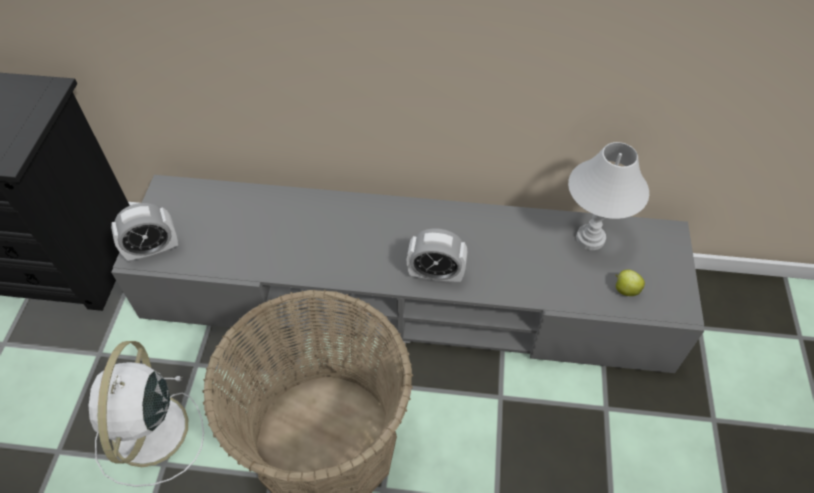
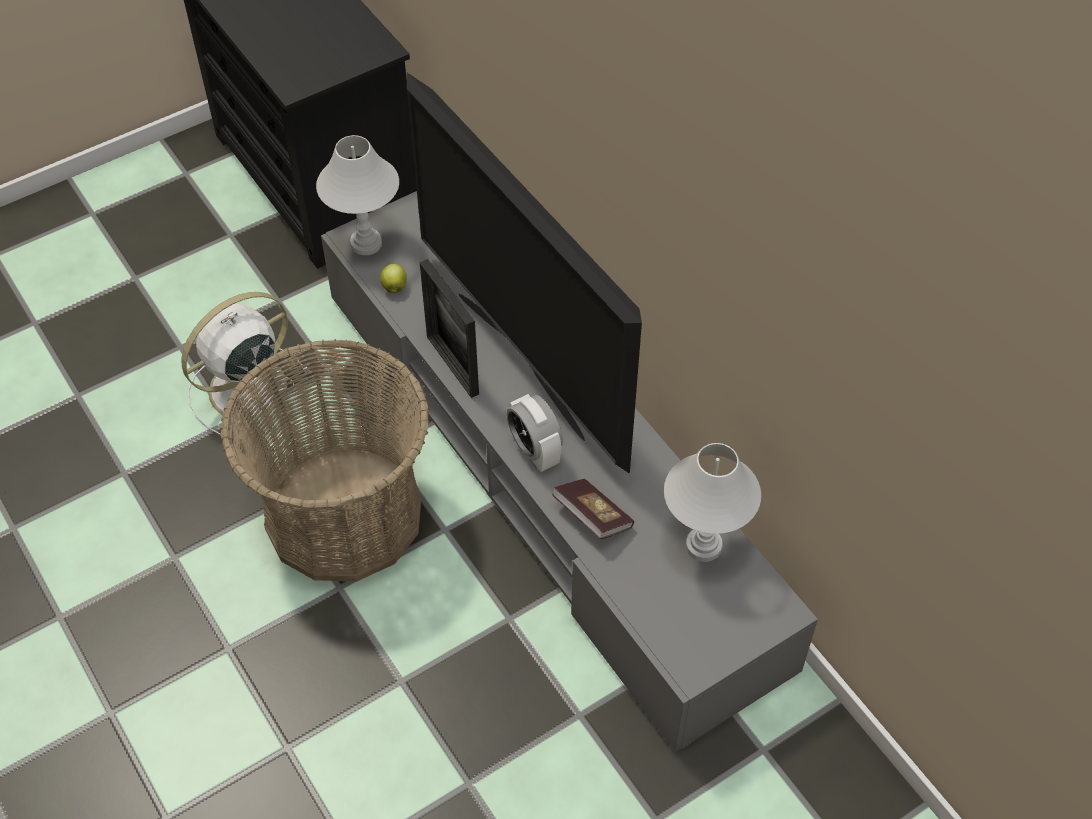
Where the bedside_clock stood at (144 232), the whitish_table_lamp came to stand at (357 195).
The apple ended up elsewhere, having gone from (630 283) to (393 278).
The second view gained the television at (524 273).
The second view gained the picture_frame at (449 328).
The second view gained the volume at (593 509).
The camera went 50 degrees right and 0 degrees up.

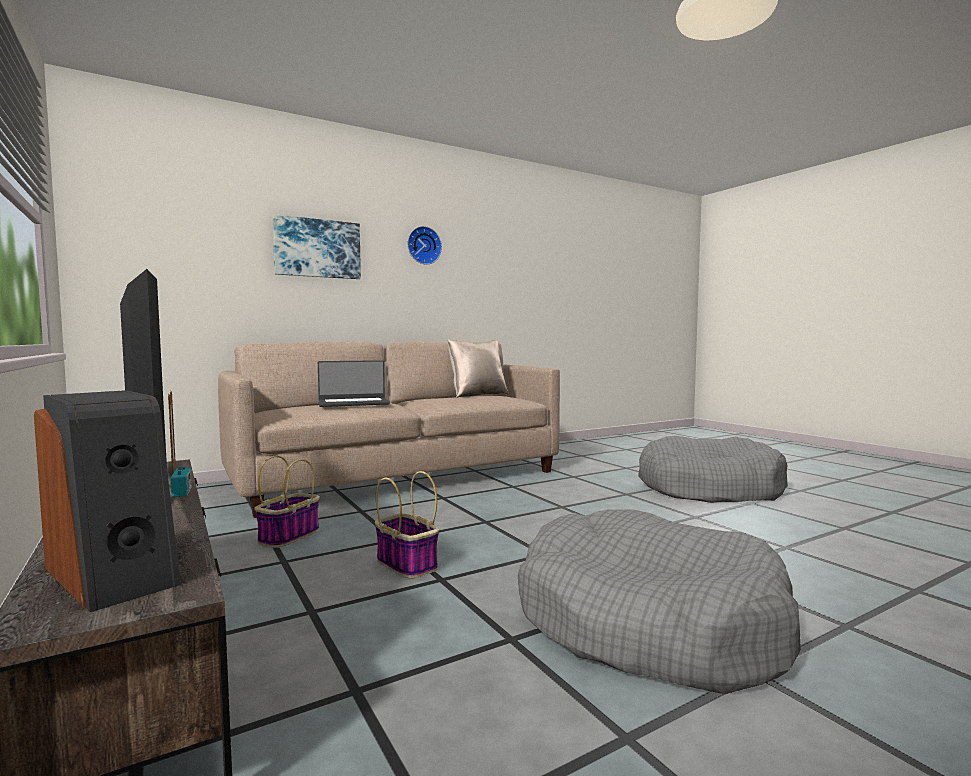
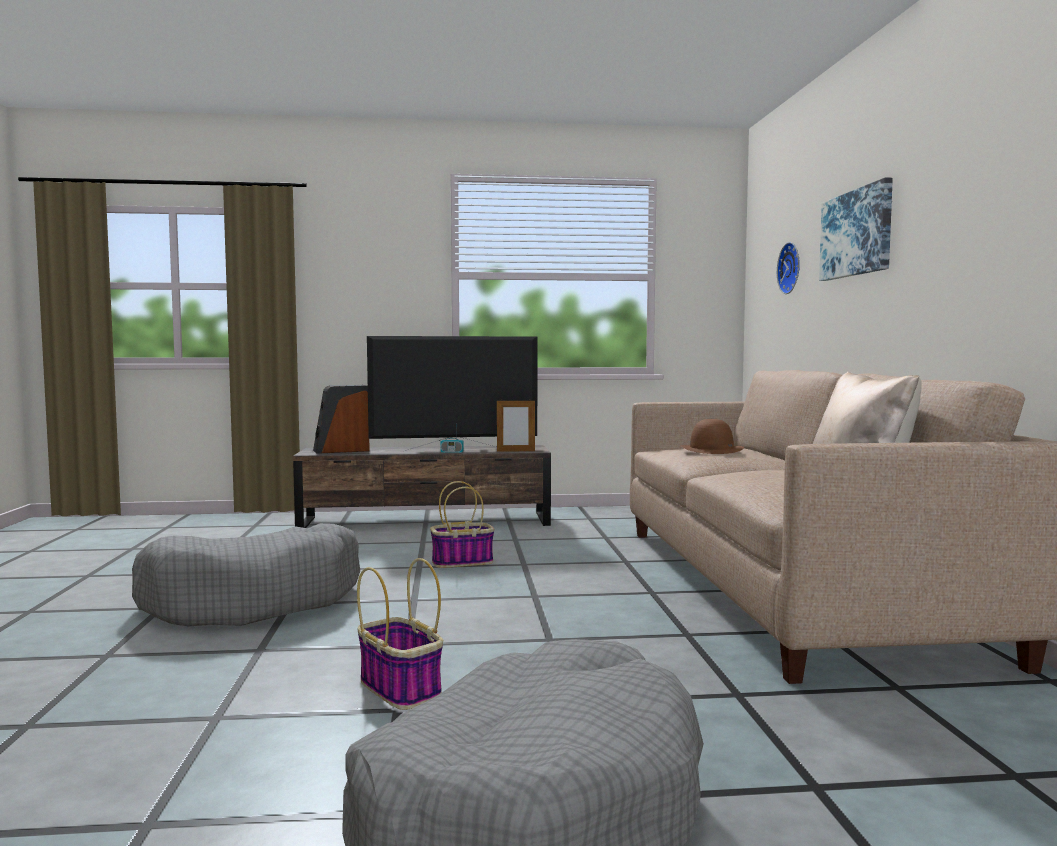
The basket ended up elsewhere, having gone from (287 502) to (400 634).
Where the laptop stood at (354 383), the brownish_hat came to stand at (712 436).
The hanging_clock ended up elsewhere, having gone from (424 245) to (788 268).
The camera went 115 degrees right and 0 degrees up.

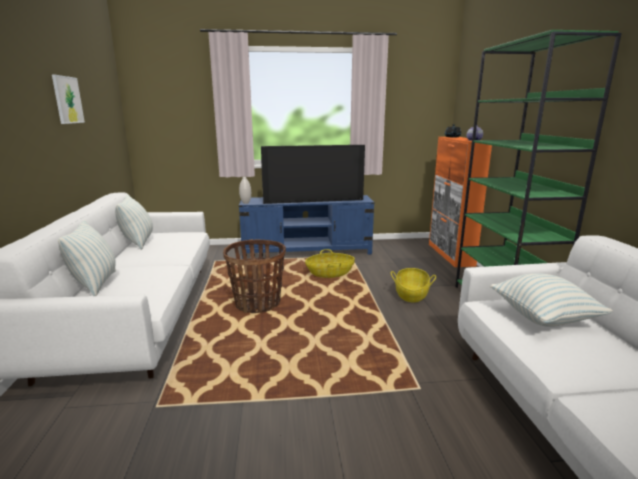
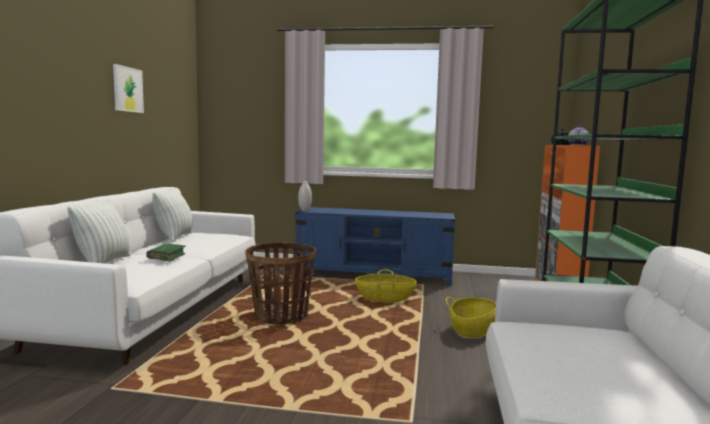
The second view lost the television at (313 174).
The second view lost the cushion at (551 300).
The second view gained the green_volume at (166 253).
The camera went 15 degrees right and 10 degrees down.

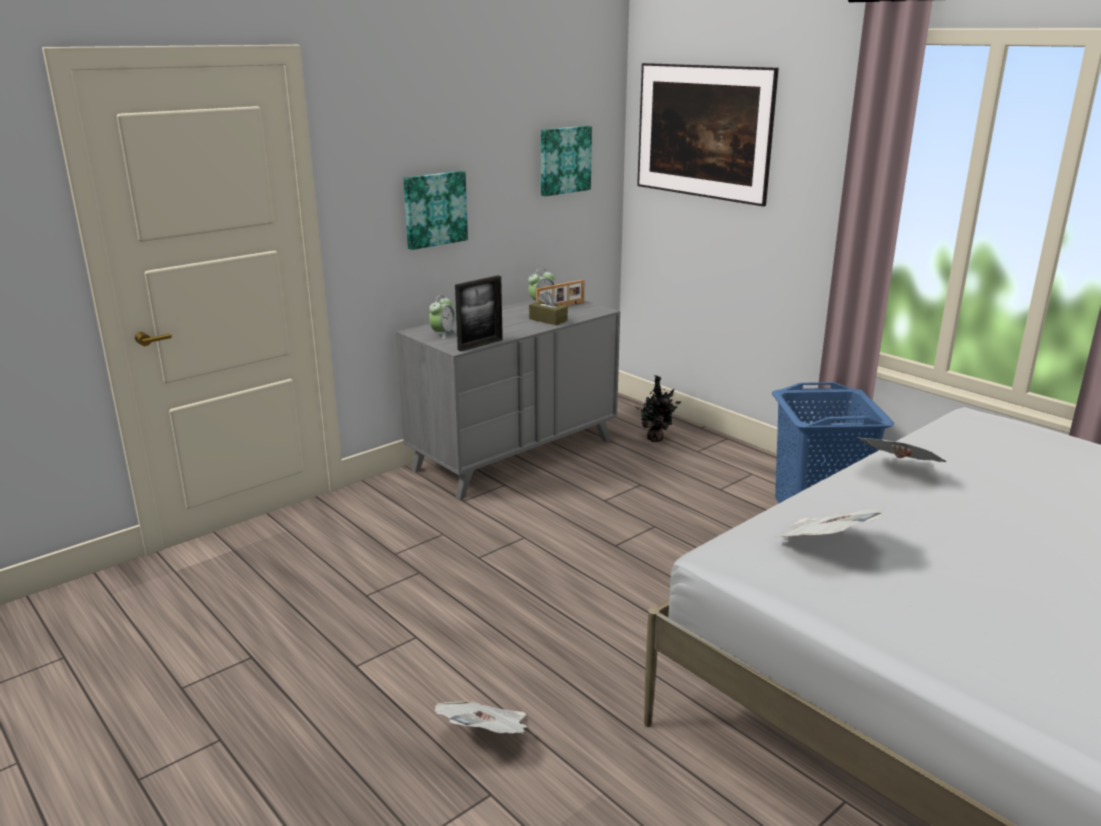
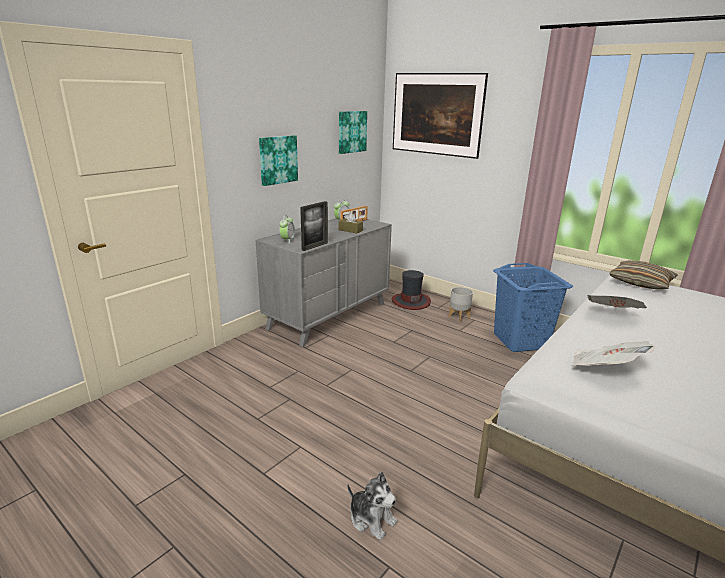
Where the daily_paper stood at (481 717), the plush_toy came to stand at (372 506).
Where the plant_in_a_pot stood at (658 408), the hat came to stand at (411 290).
The second view gained the grey_plant_pot at (460 304).
The second view gained the cushion at (643 274).
The camera went 10 degrees left and 0 degrees up.

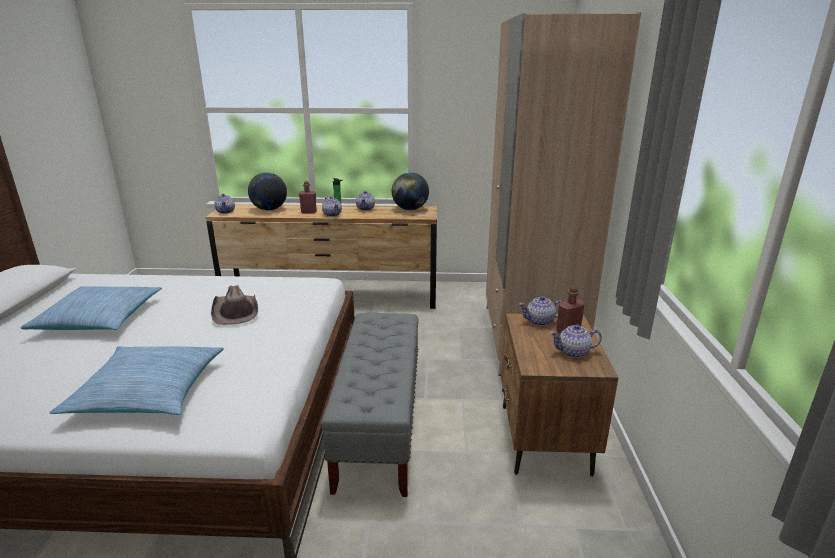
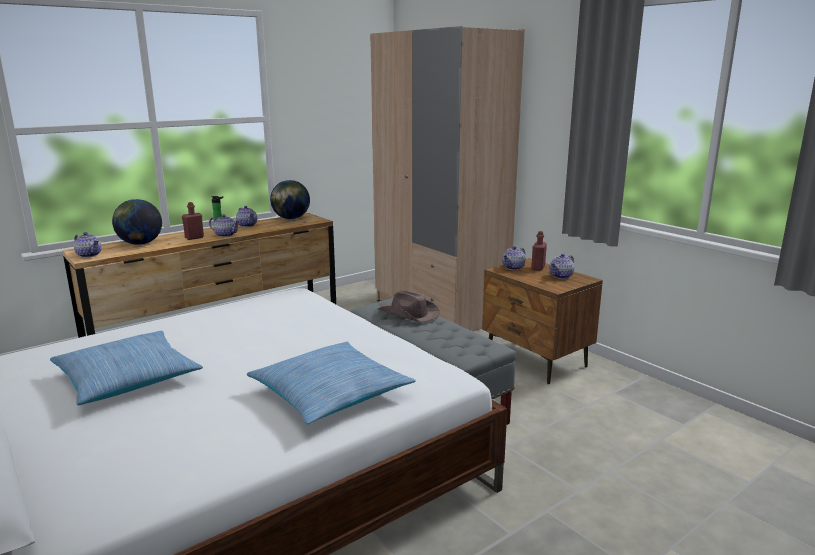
The brownish_hat ended up elsewhere, having gone from (234 305) to (408 306).
The camera went 40 degrees left and 5 degrees down.

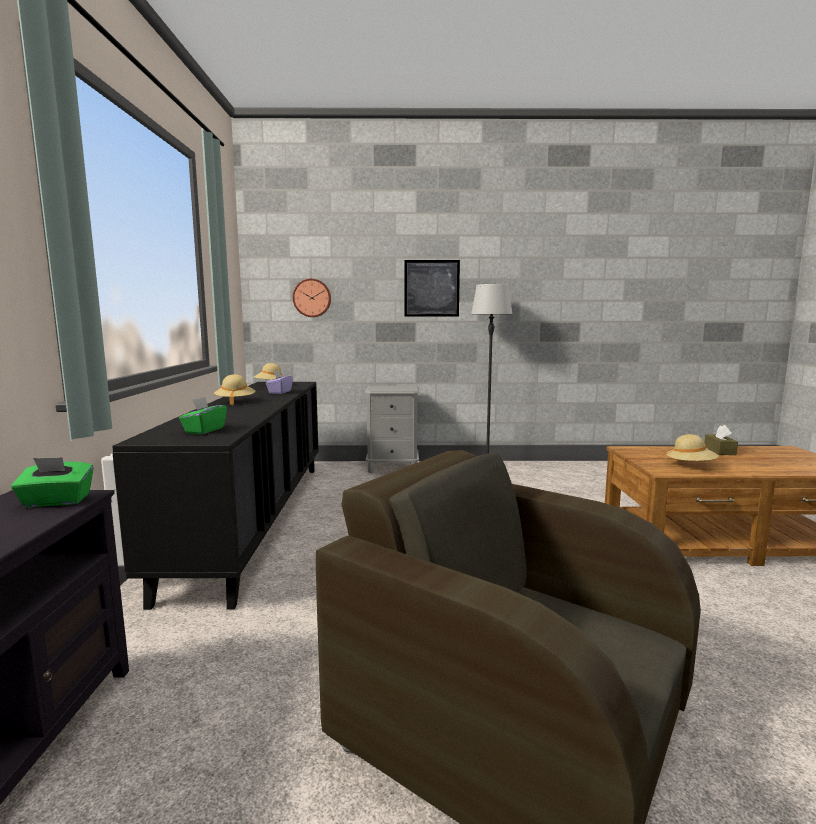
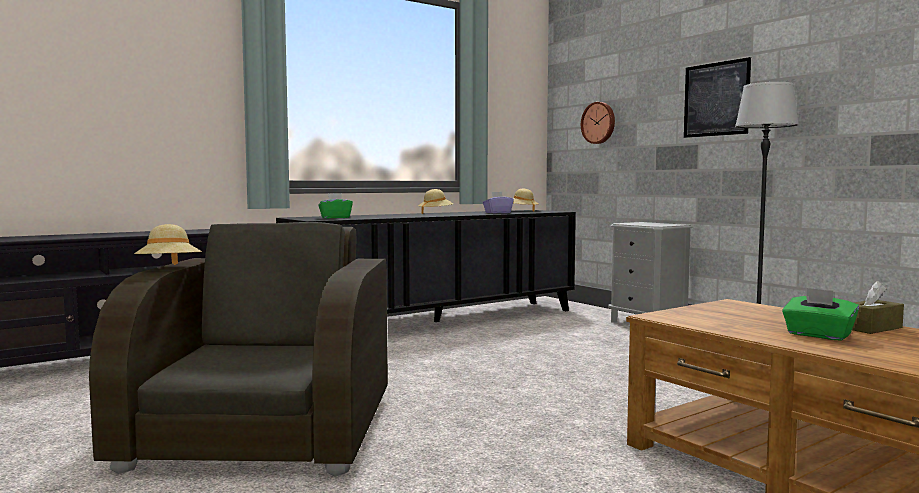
The green_tissue_box ended up elsewhere, having gone from (52 482) to (820 314).
The beige-coloured_hat ended up elsewhere, having gone from (691 448) to (168 244).
The camera went 55 degrees right and 5 degrees down.

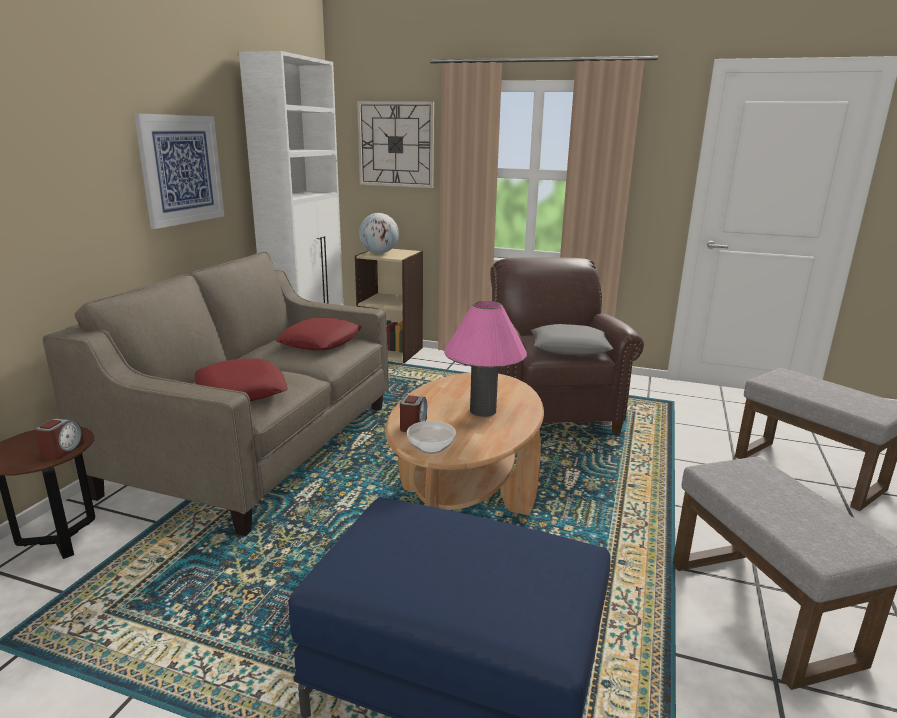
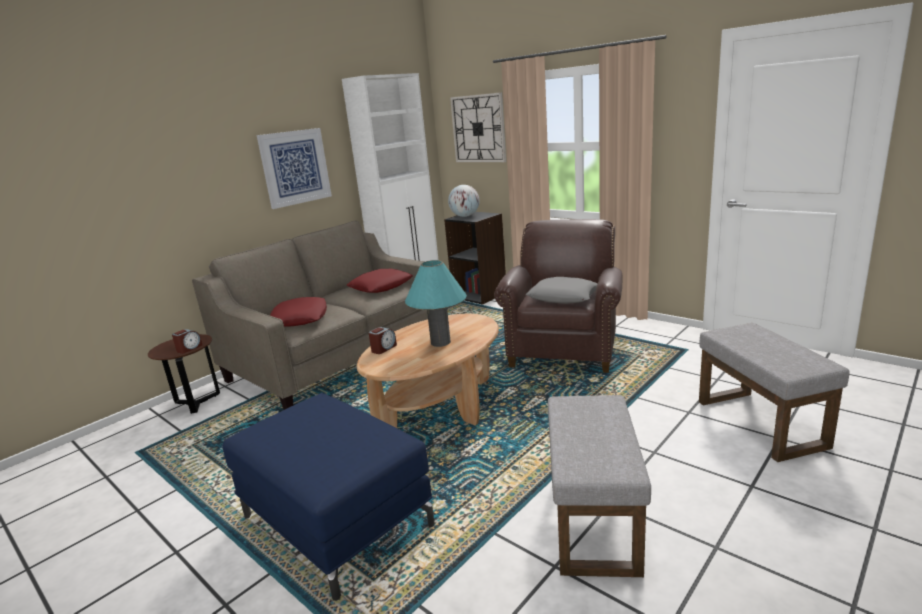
What was the beige-coloured_shelving_unit at (389 306) turned into the black-coloured_shelving_unit at (475 258).
The second view lost the serving_bowl at (431 437).
What was the pink-coloured_table_lamp at (485 359) turned into the blue-green_table_lamp at (436 303).
The camera went 25 degrees right and 0 degrees up.

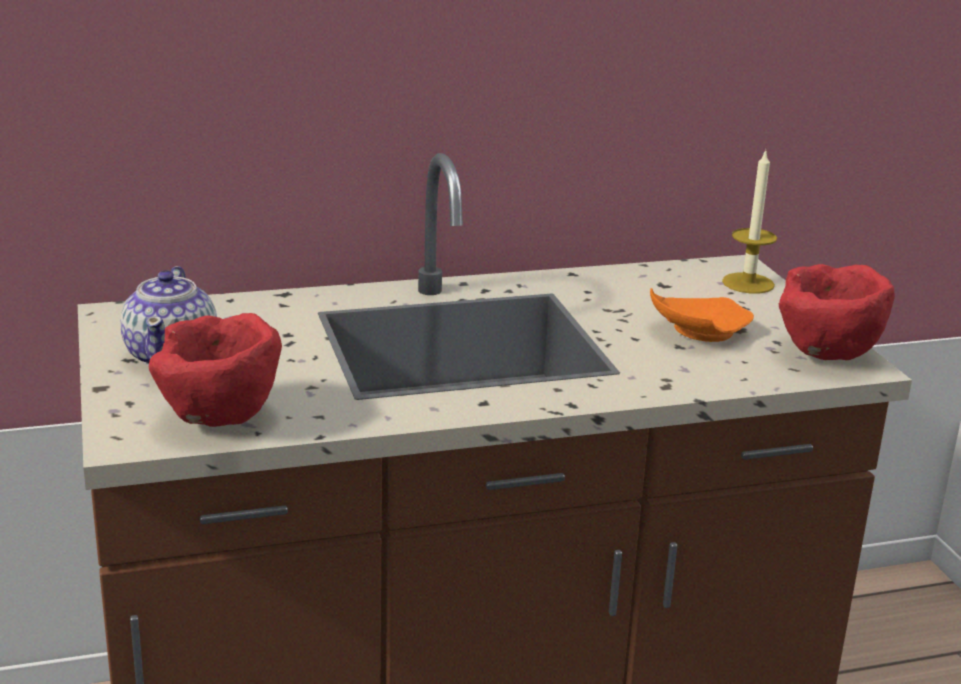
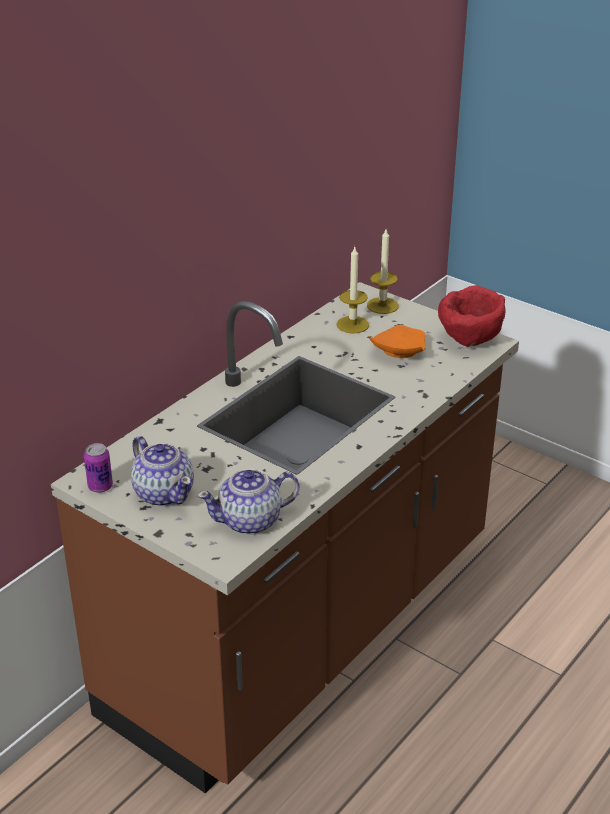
Where the reddish_serving_bowl stood at (215 370), the pot_for_tea came to stand at (248 502).
The second view gained the sealed_can at (98 468).
The second view gained the candle at (352 290).
The camera went 35 degrees left and 10 degrees up.

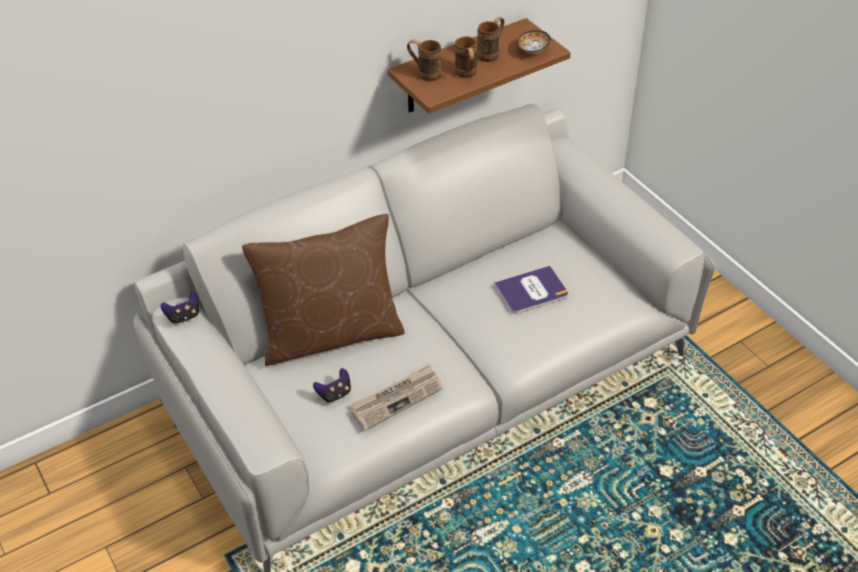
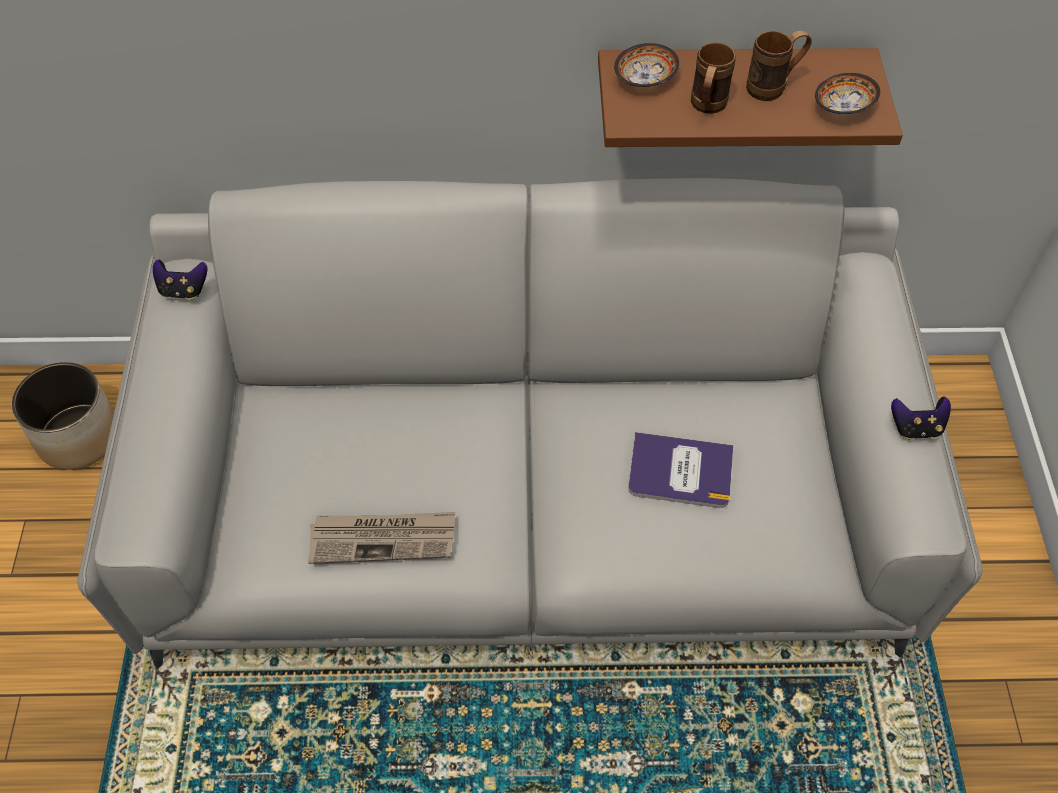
The second view lost the brownish_cushion at (323 290).
The game_controller ended up elsewhere, having gone from (332 385) to (921 418).
Where the brownish_coffee_mug stood at (424 60), the serving_bowl came to stand at (646 65).
The second view gained the plant_pot at (63 416).
The camera went 30 degrees right and 10 degrees up.

